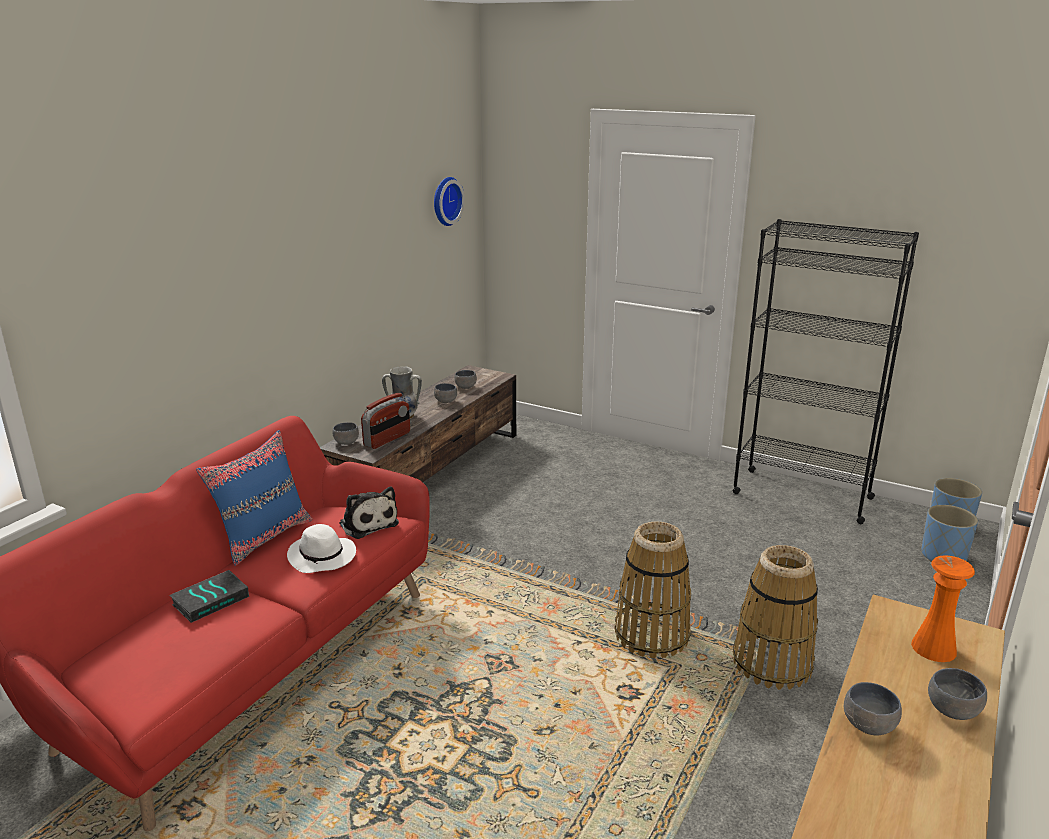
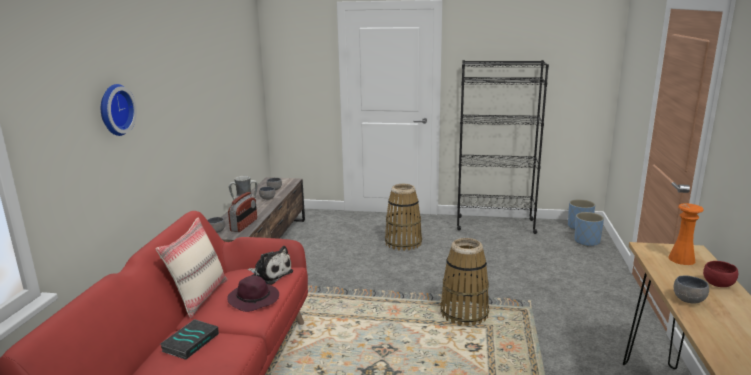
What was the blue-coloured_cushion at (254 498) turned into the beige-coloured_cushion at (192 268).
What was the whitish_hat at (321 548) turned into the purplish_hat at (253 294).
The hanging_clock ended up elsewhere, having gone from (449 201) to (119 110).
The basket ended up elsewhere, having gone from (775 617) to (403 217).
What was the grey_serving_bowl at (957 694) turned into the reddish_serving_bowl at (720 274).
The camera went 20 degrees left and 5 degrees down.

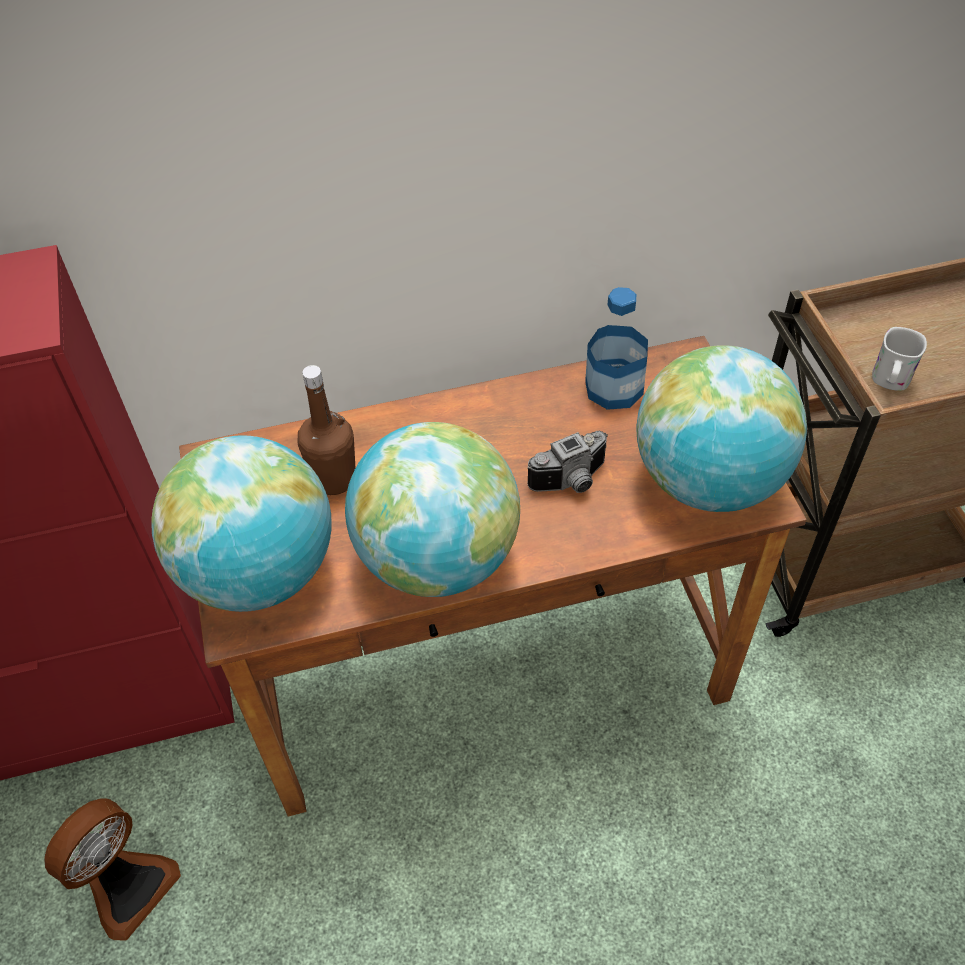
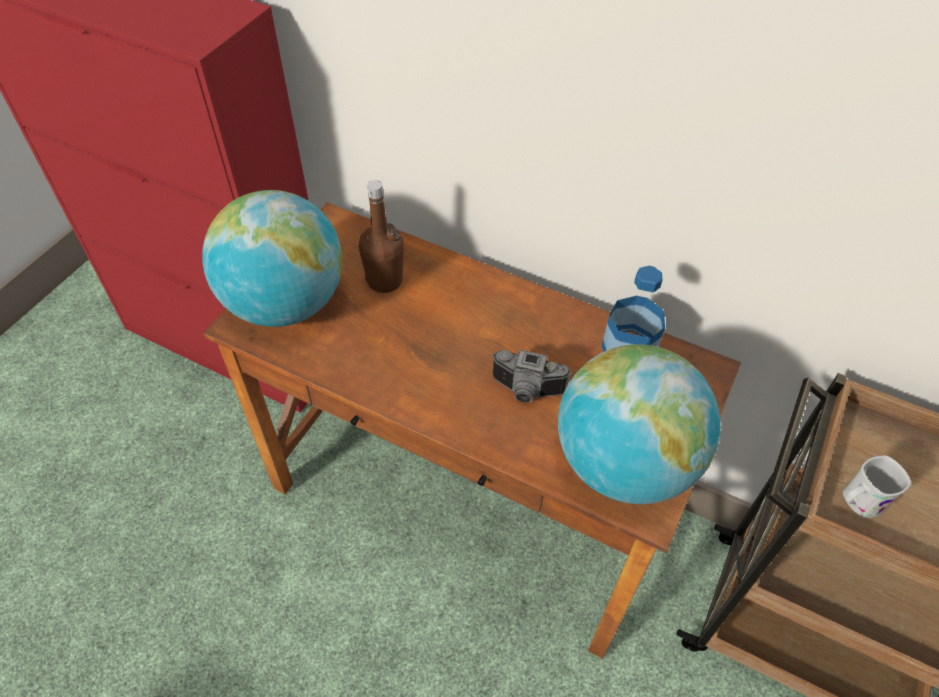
The second view lost the fan at (112 869).
The second view lost the world_globe at (432 509).
The camera went 40 degrees right and 0 degrees up.

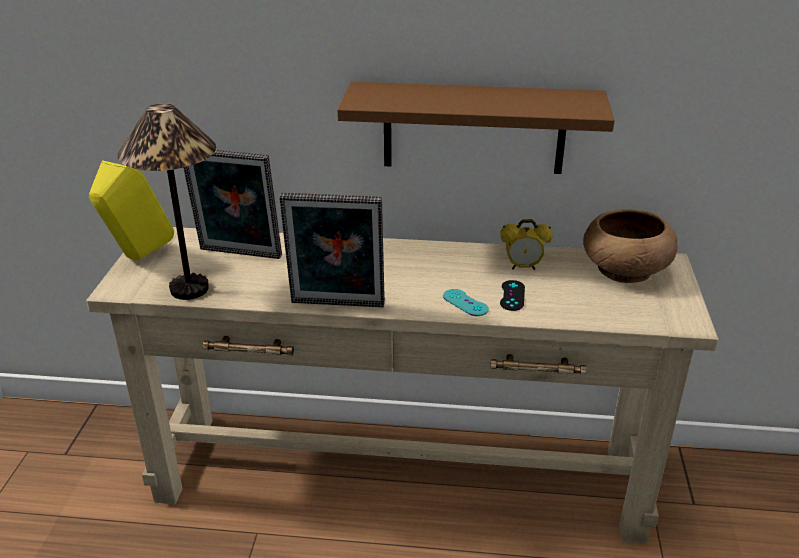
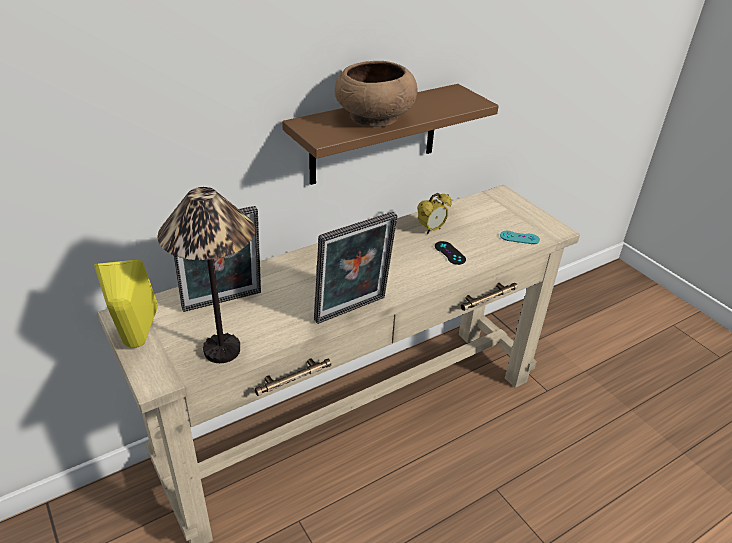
The blue-green_game_controller ended up elsewhere, having gone from (466 302) to (520 237).
The brownish_serving_bowl ended up elsewhere, having gone from (630 246) to (376 94).
The camera went 40 degrees left and 5 degrees up.

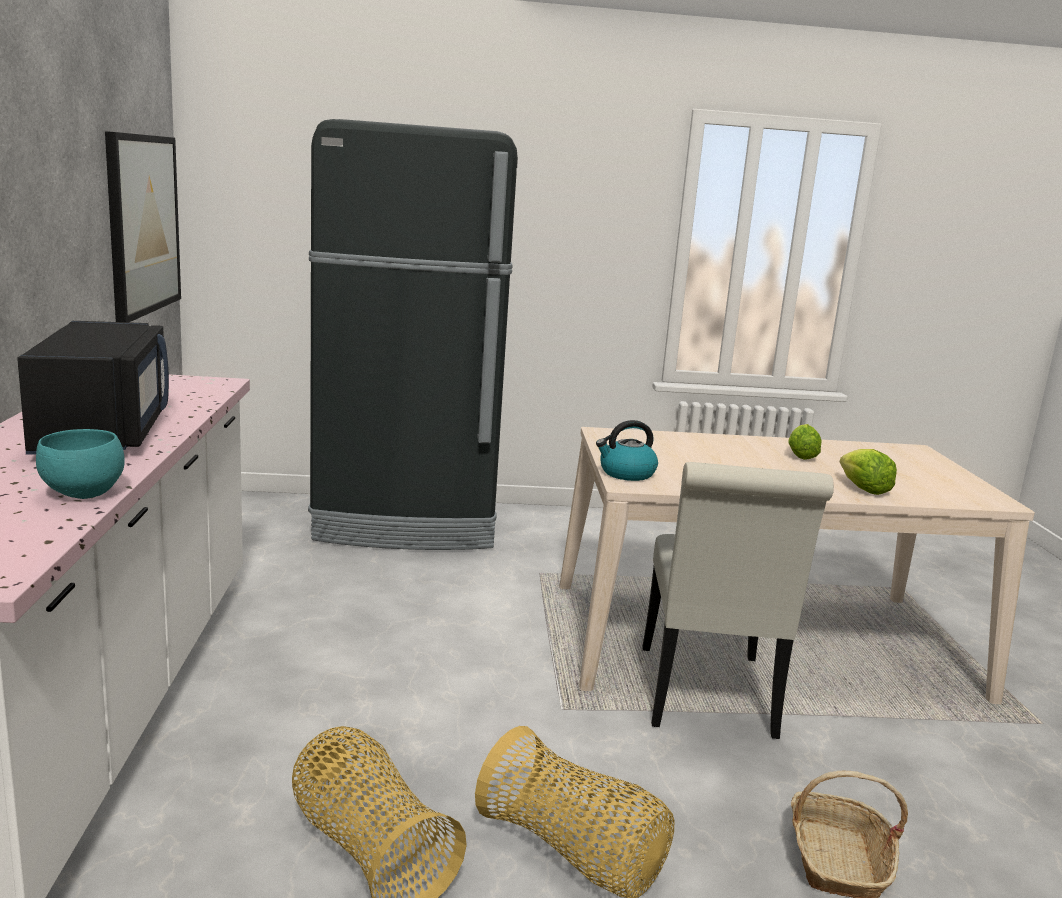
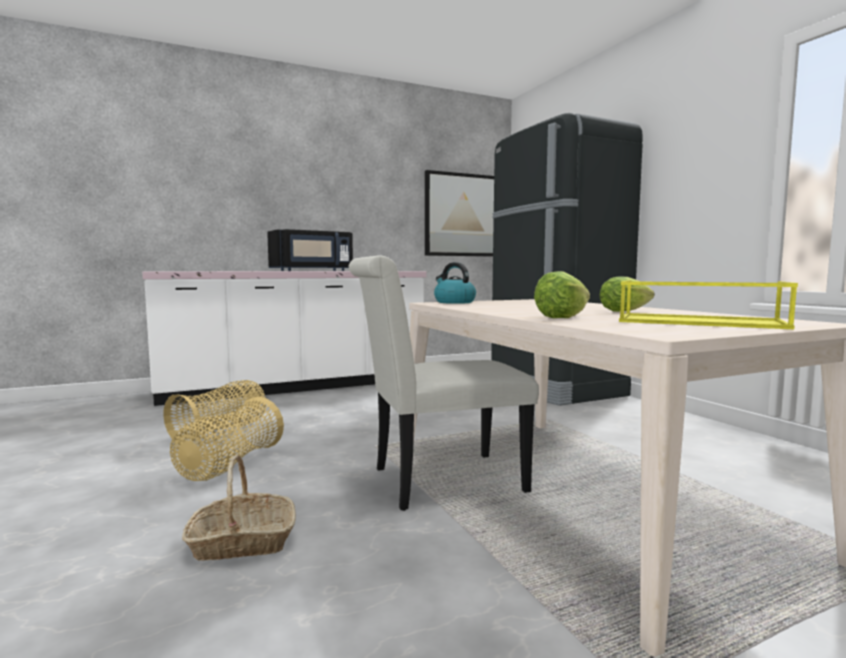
The second view lost the blue-green_serving_bowl at (80 464).
The second view gained the yellow-coloured_carrying_tray at (708 304).
The camera went 70 degrees right and 10 degrees down.

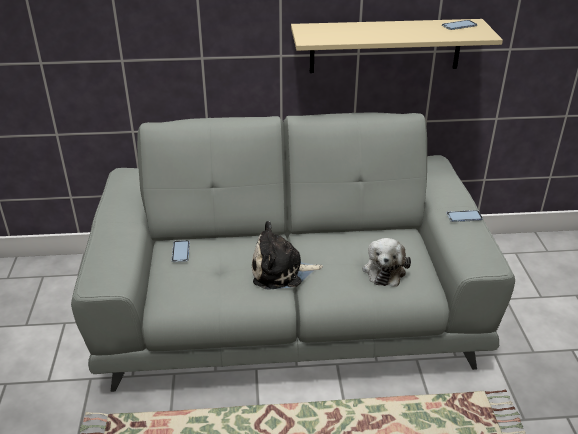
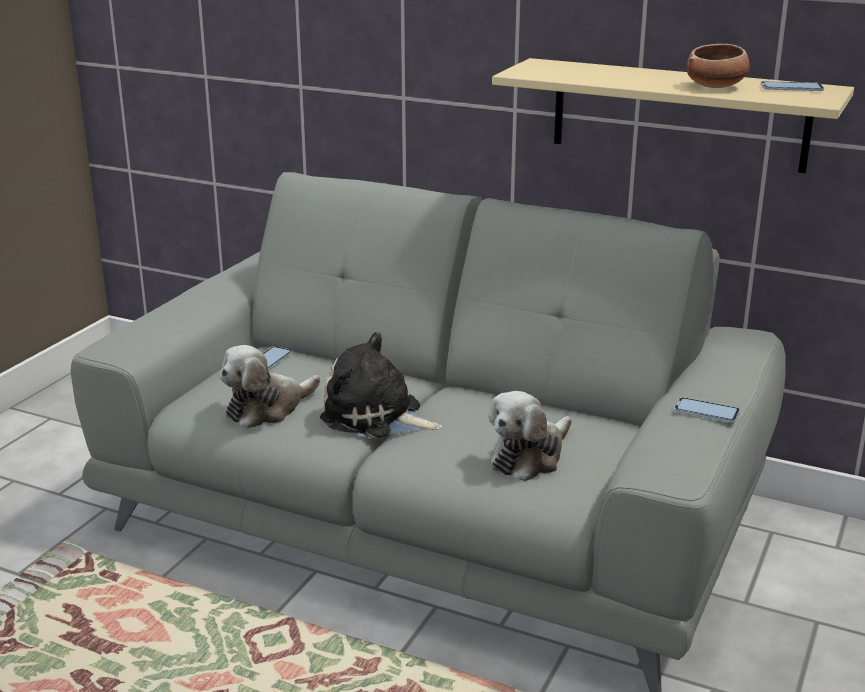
The second view gained the plush_toy at (270 386).
The second view gained the serving_bowl at (718 66).
The camera went 30 degrees right and 10 degrees down.

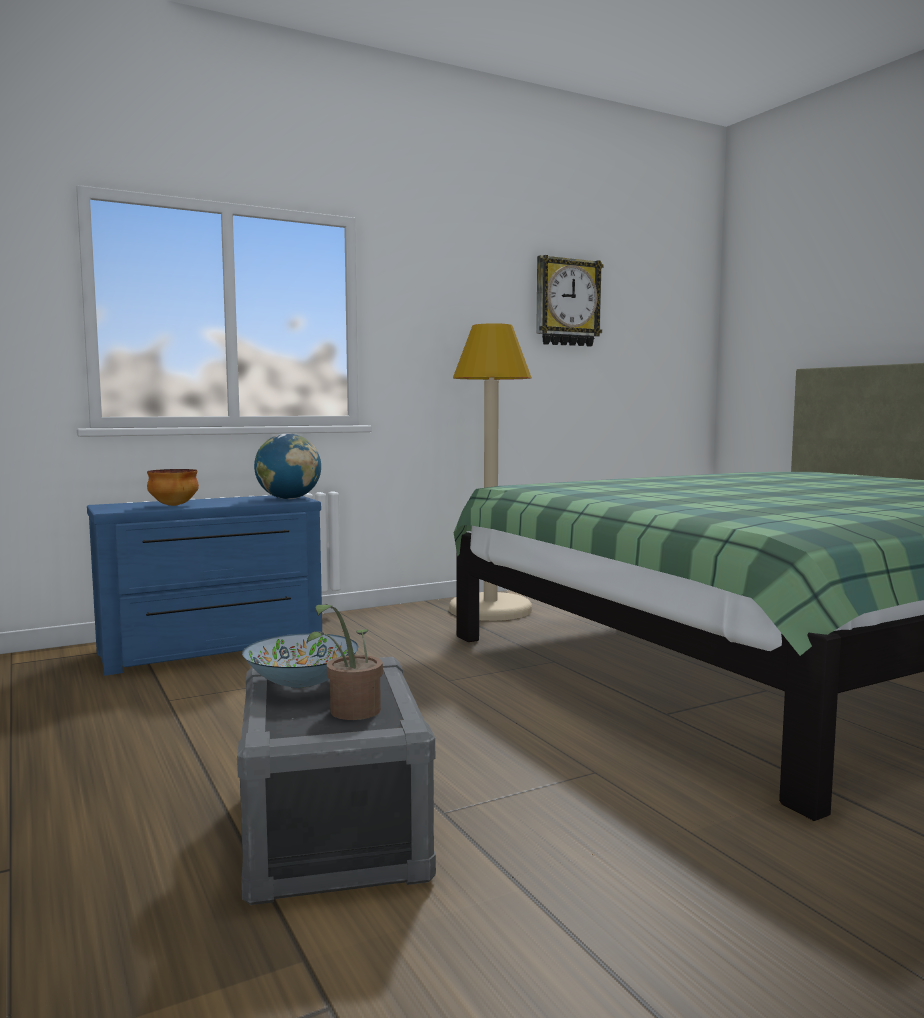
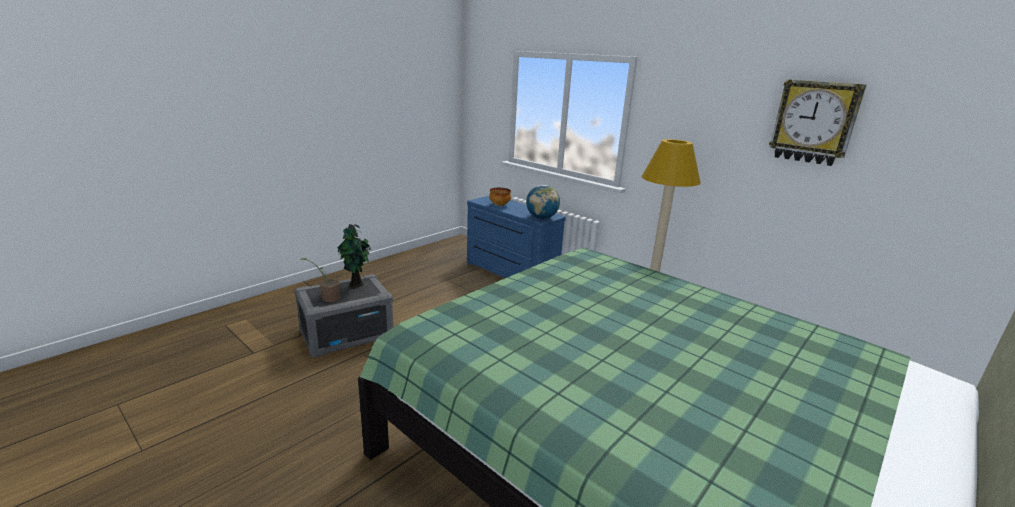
Where the serving_bowl stood at (300 660), the plant_in_a_pot came to stand at (354 256).
The camera went 70 degrees right and 15 degrees up.

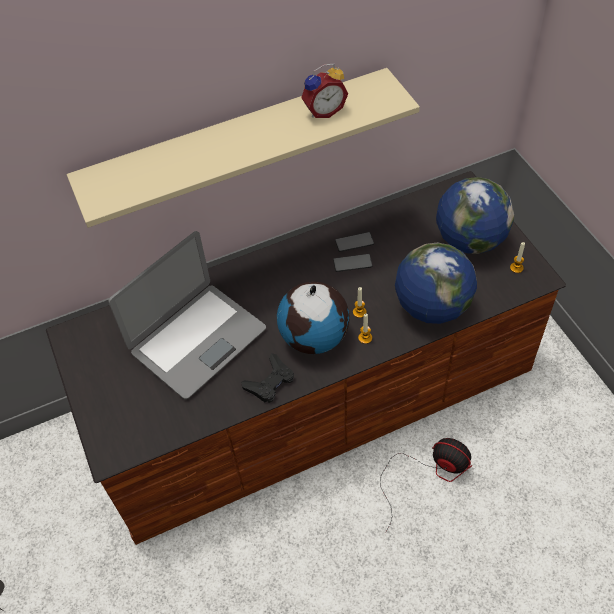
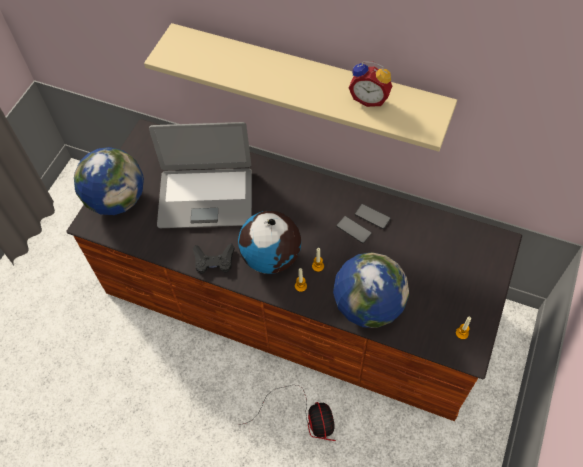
The world_globe ended up elsewhere, having gone from (475 215) to (109 181).
The camera went 45 degrees right and 5 degrees up.

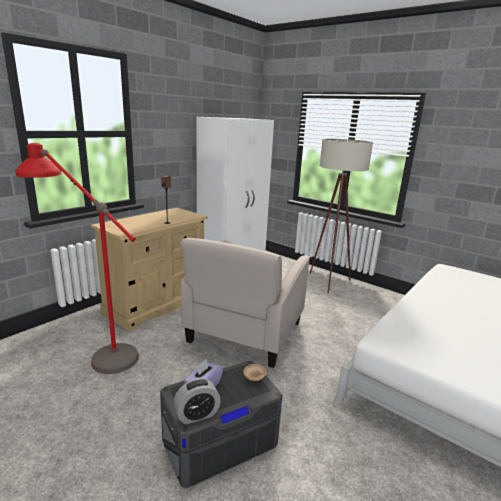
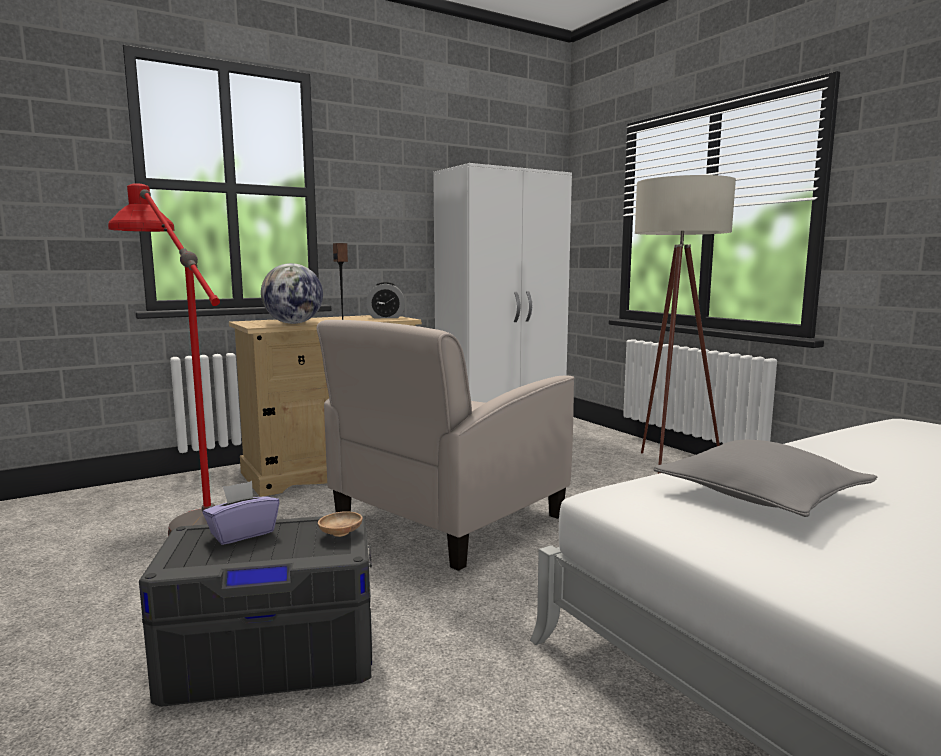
The bedside_clock ended up elsewhere, having gone from (197 401) to (385 300).
The second view gained the world_globe at (292 293).
The second view gained the grey_cushion at (765 478).
The camera went 20 degrees right and 10 degrees down.

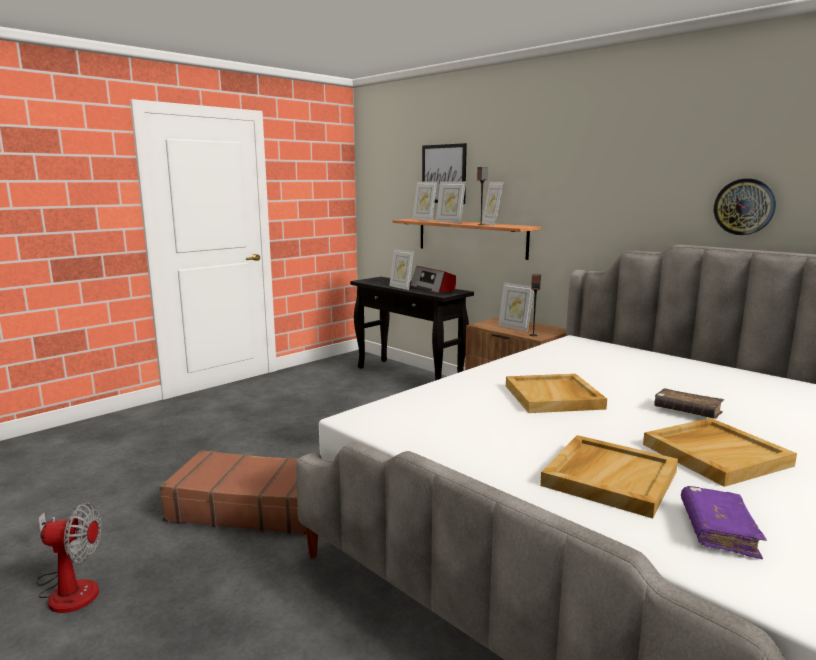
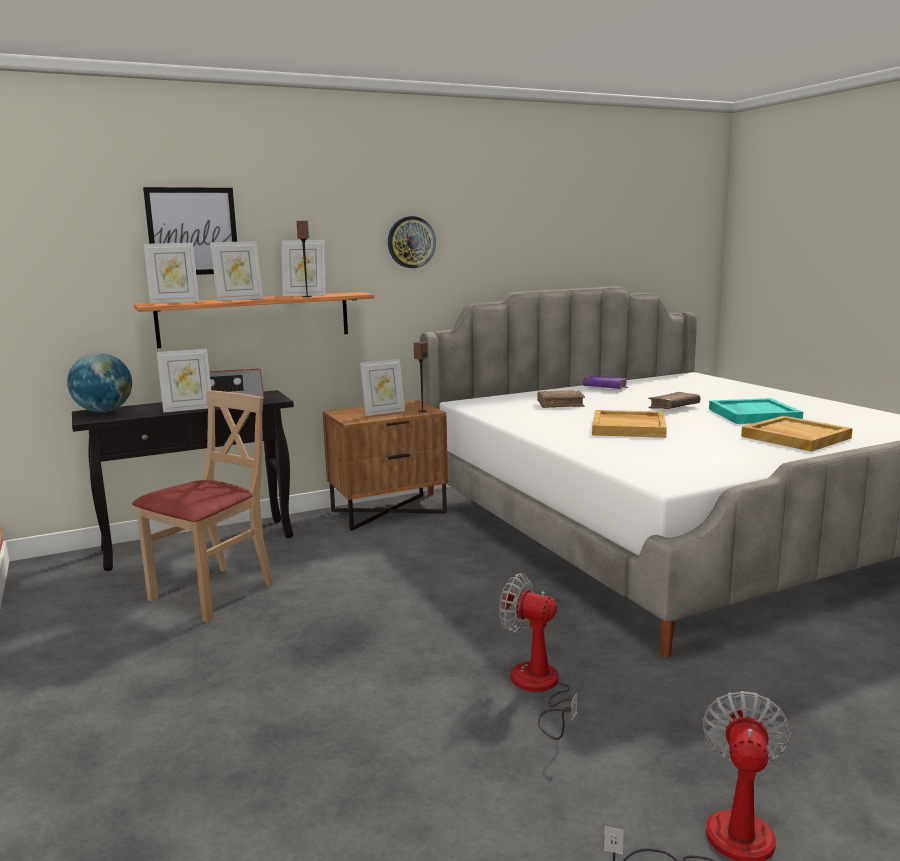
Where the brownish_suitcase stood at (232 492), the fan came to stand at (538 656).
What was the beige-coloured_carrying_tray at (720 452) turned into the blue-green_carrying_tray at (756 411).
The purplish_volume ended up elsewhere, having gone from (724 522) to (605 382).
The hanging_clock ended up elsewhere, having gone from (745 206) to (412 242).
The second view gained the world_globe at (99 382).
The second view gained the beige-coloured_chair at (203 506).
The second view gained the brownish_volume at (561 399).
The camera went 70 degrees left and 0 degrees up.

